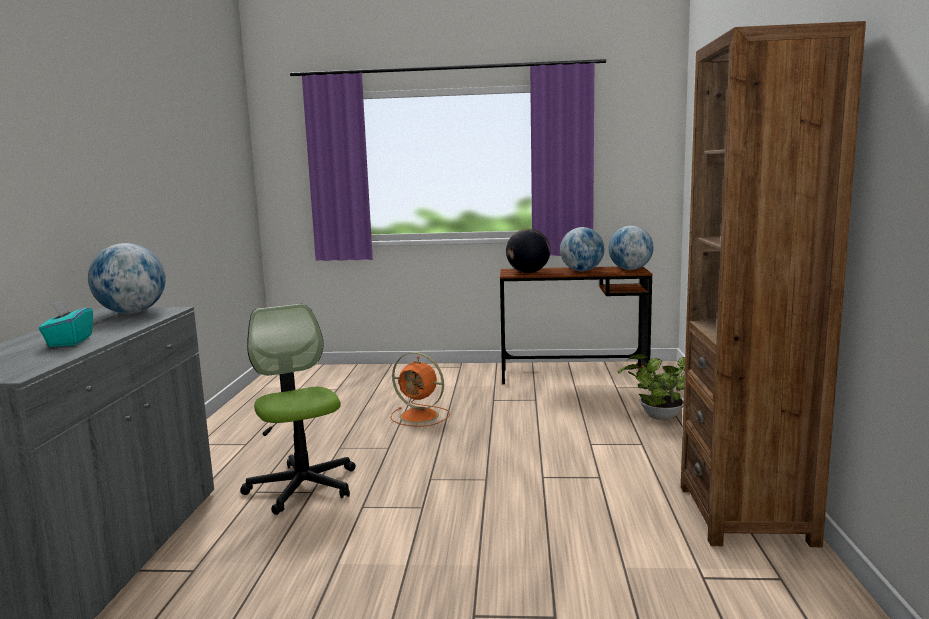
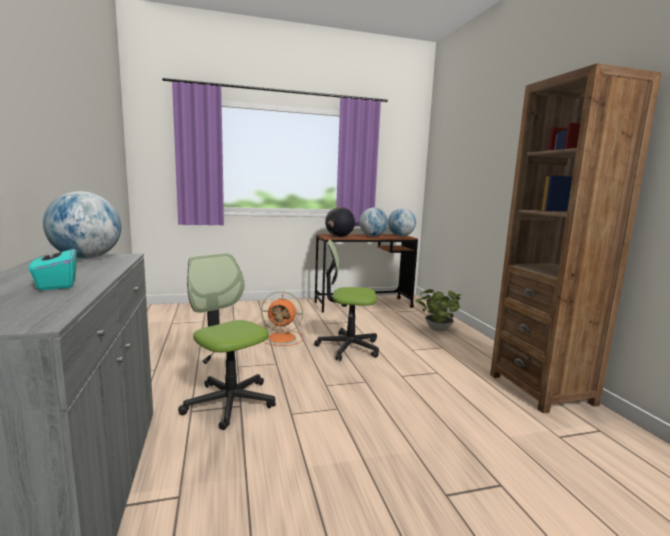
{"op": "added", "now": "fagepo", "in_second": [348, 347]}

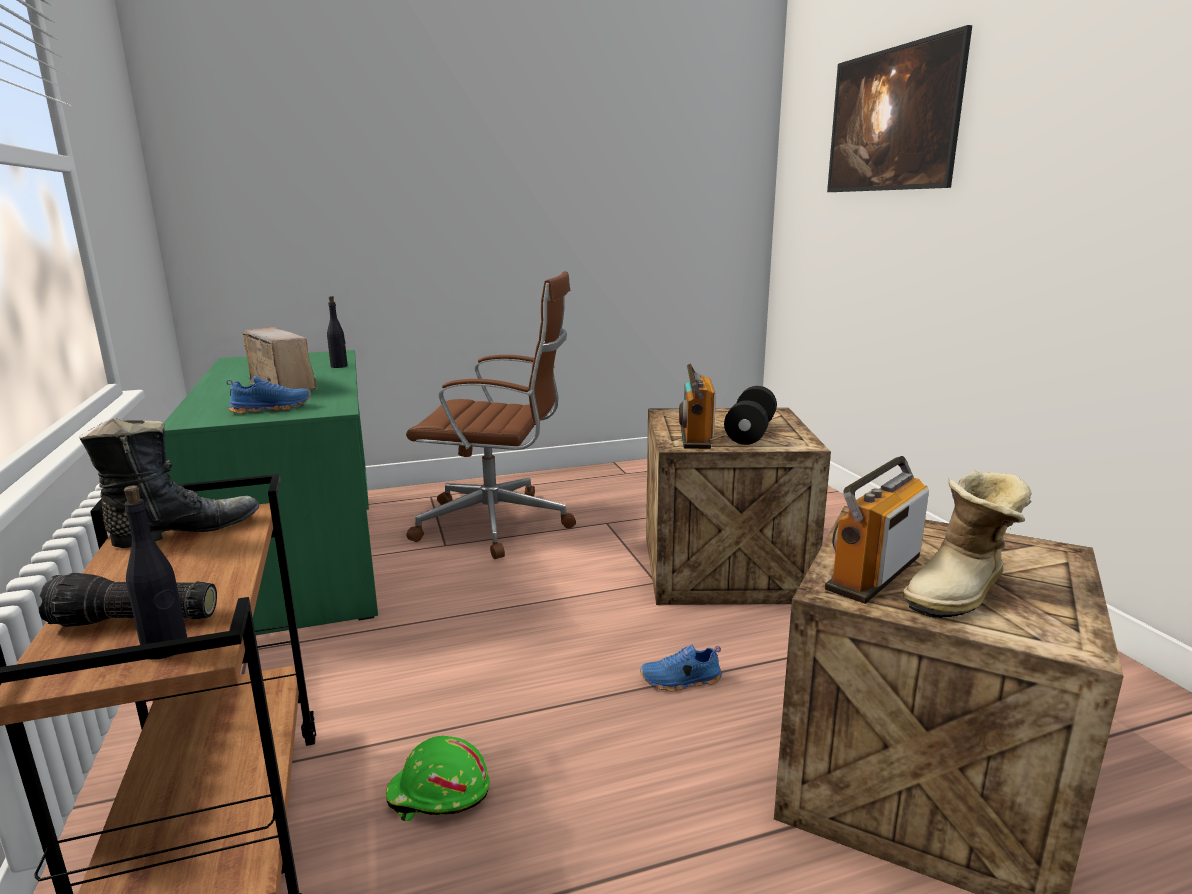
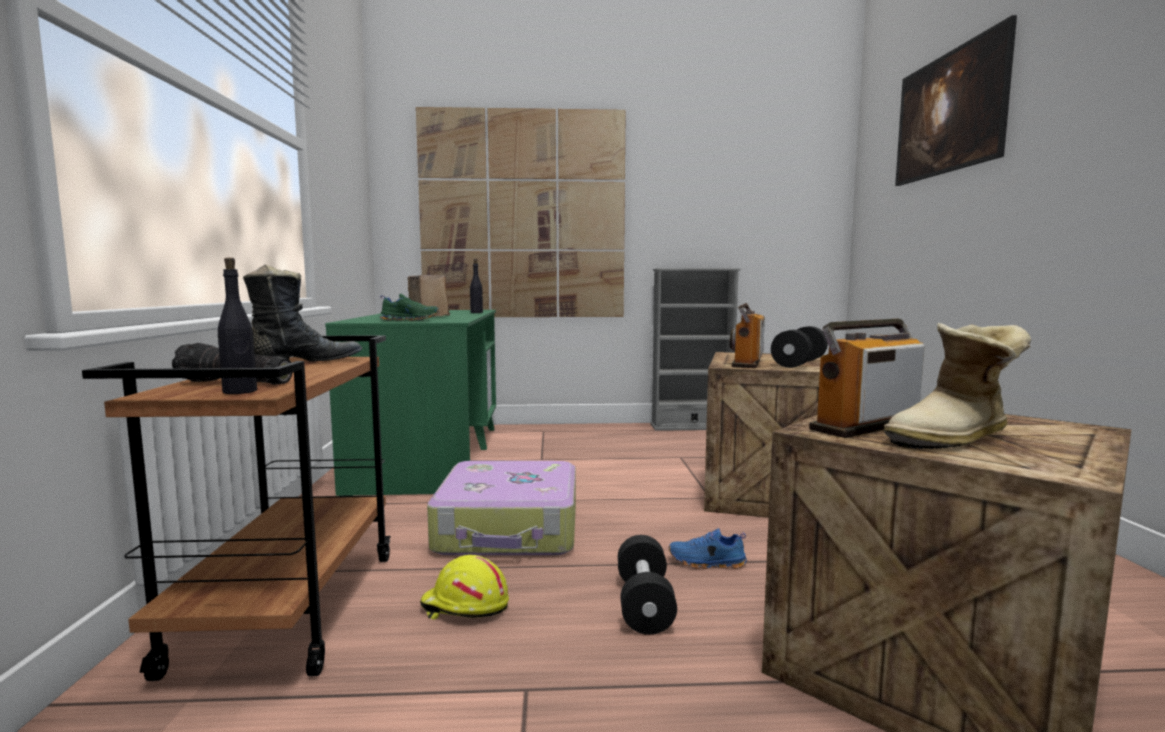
{"op": "recoloured", "was": "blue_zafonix", "now": "green_zafonix", "in_first": [271, 408], "in_second": [410, 320]}
{"op": "added", "now": "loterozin", "in_second": [523, 215]}
{"op": "recoloured", "was": "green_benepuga", "now": "yellow_benepuga", "in_first": [438, 794], "in_second": [465, 606]}
{"op": "added", "now": "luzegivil", "in_second": [509, 529]}
{"op": "added", "now": "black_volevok", "in_second": [644, 604]}
{"op": "added", "now": "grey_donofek", "in_second": [691, 426]}
{"op": "removed", "was": "brown_fagepo", "in_first": [498, 524]}

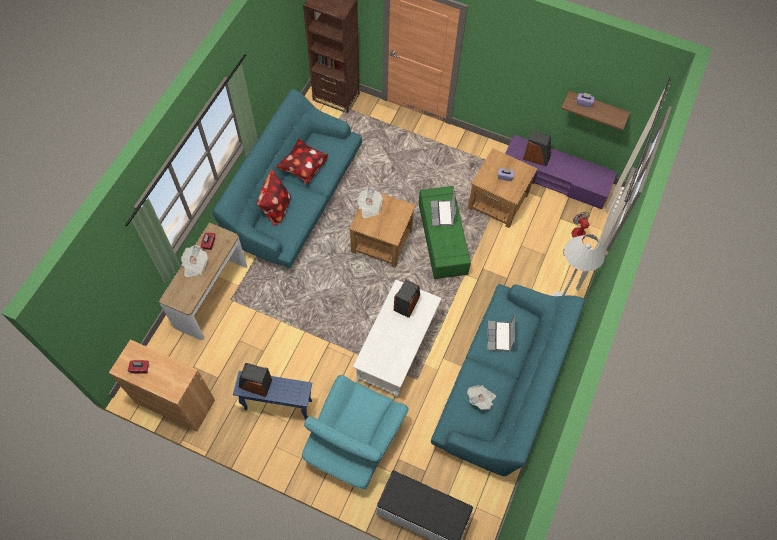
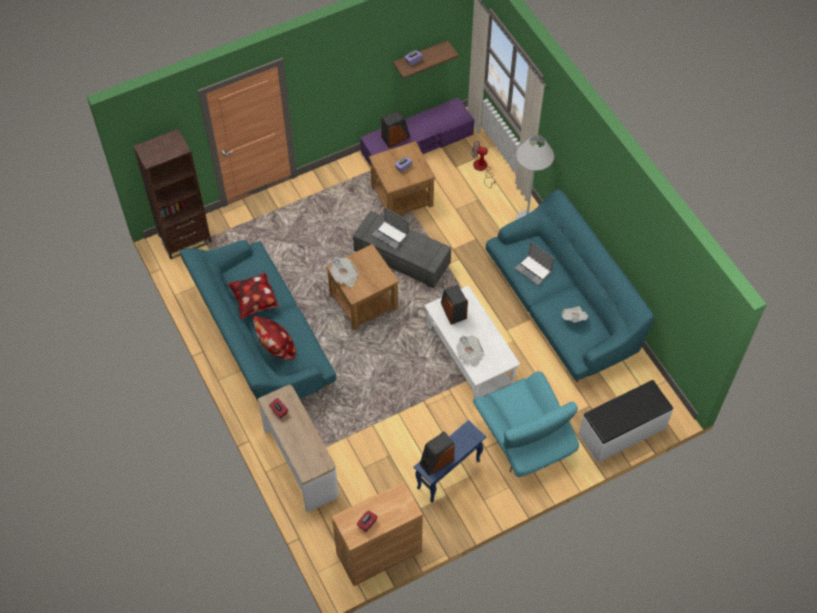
{"op": "recoloured", "was": "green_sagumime", "now": "grey_sagumime", "in_first": [442, 240], "in_second": [402, 258]}
{"op": "moved", "was": "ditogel", "in_first": [195, 265], "in_second": [470, 355]}

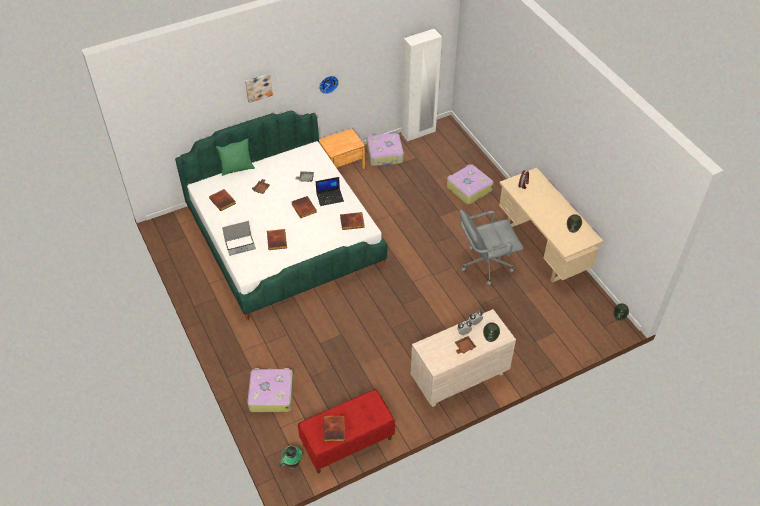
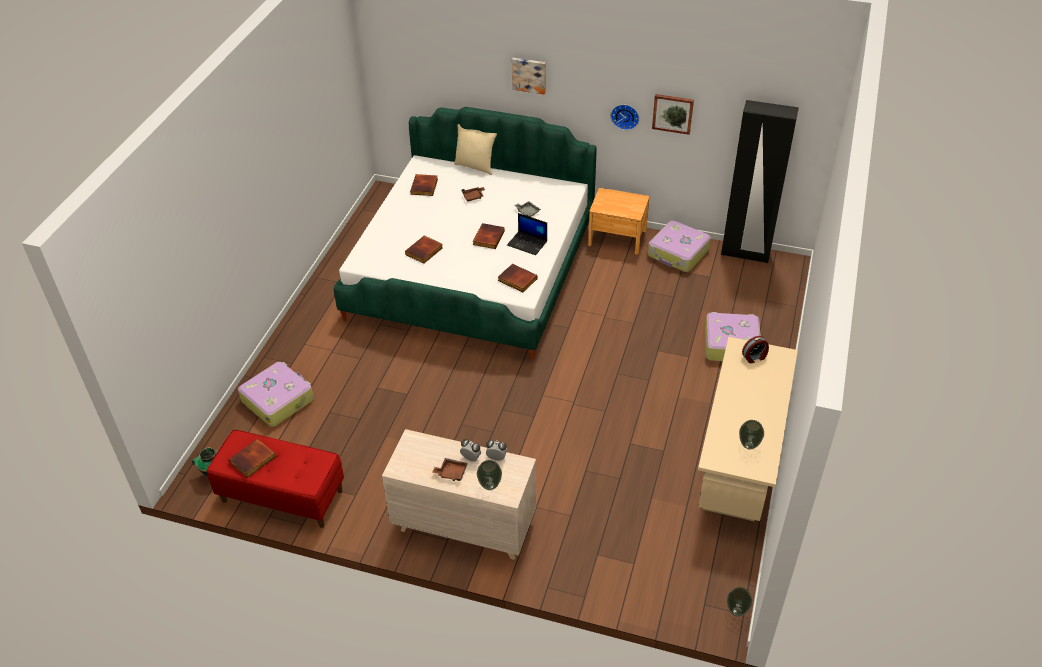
{"op": "recoloured", "was": "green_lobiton", "now": "beige_lobiton", "in_first": [237, 169], "in_second": [475, 166]}
{"op": "added", "now": "loterozin", "in_second": [673, 113]}
{"op": "recoloured", "was": "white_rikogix", "now": "black_rikogix", "in_first": [418, 133], "in_second": [745, 253]}
{"op": "removed", "was": "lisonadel", "in_first": [240, 245]}
{"op": "removed", "was": "grey_fagepo", "in_first": [485, 264]}

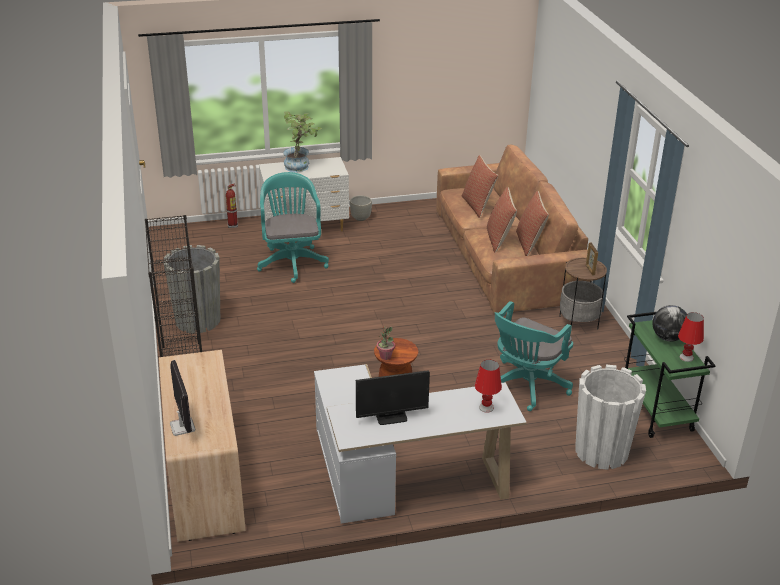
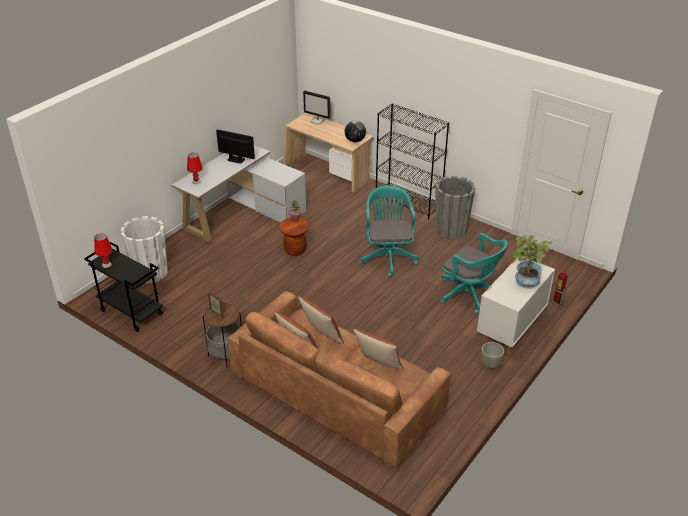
{"op": "recoloured", "was": "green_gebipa", "now": "black_gebipa", "in_first": [656, 411], "in_second": [130, 312]}
{"op": "turned", "was": "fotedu", "in_first": [391, 417], "in_second": [236, 159], "clockwise": 75}
{"op": "moved", "was": "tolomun", "in_first": [668, 338], "in_second": [355, 140]}
{"op": "moved", "was": "turquoise_fagepo", "in_first": [526, 387], "in_second": [388, 256]}

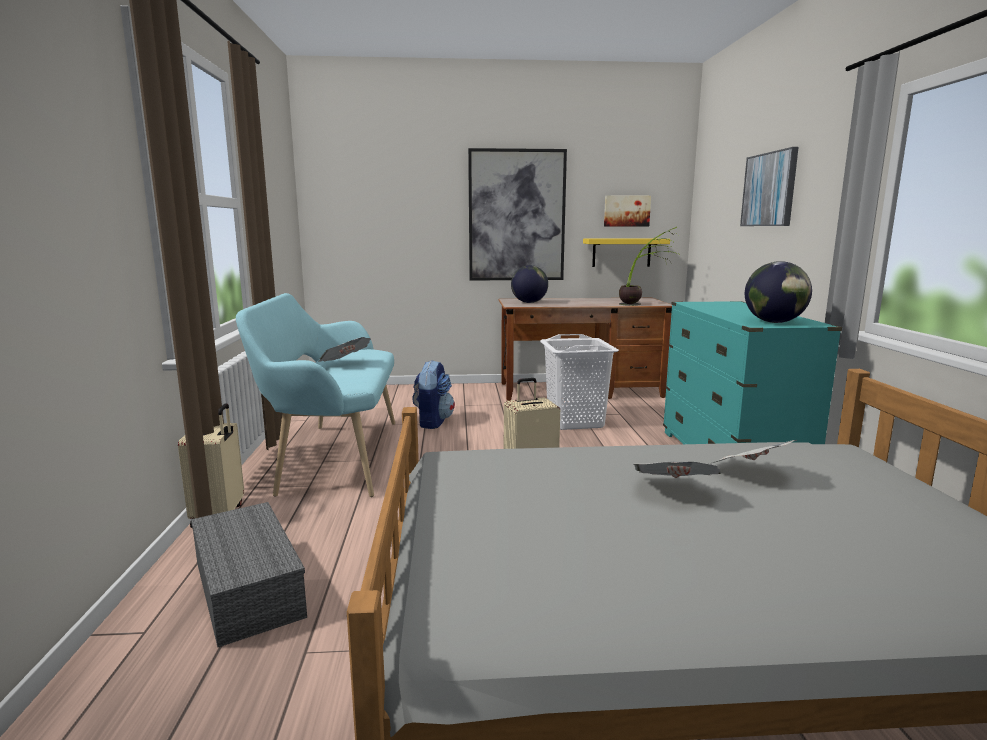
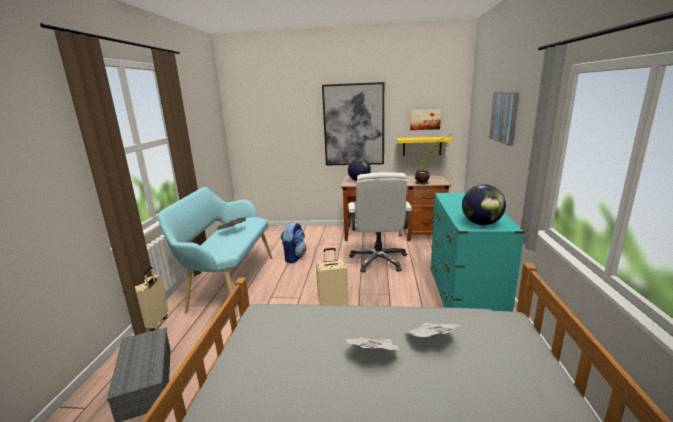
{"op": "replaced", "was": "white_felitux", "now": "white_fagepo", "in_first": [575, 422], "in_second": [379, 260]}

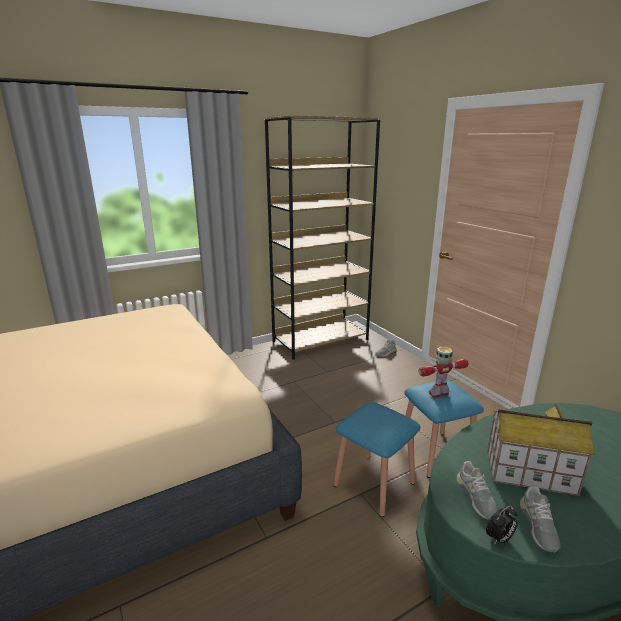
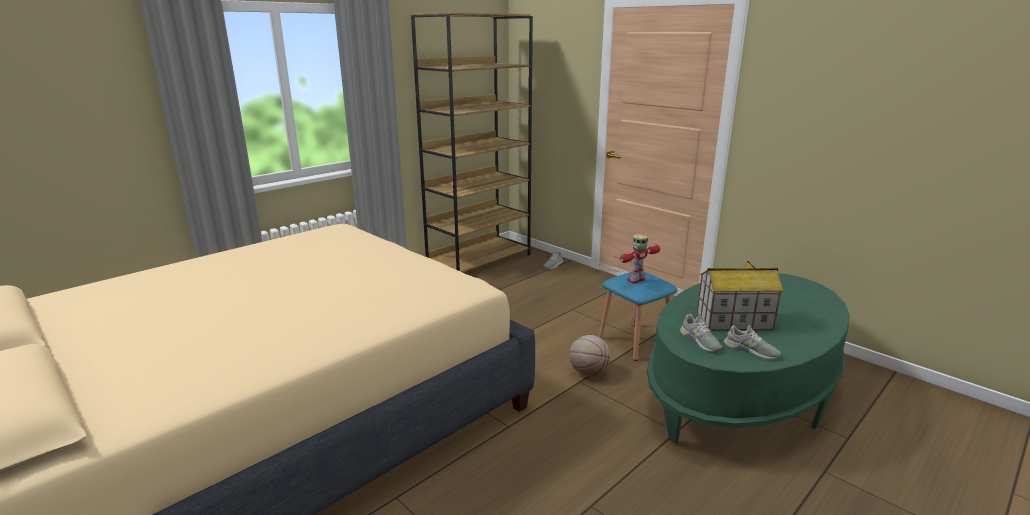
{"op": "replaced", "was": "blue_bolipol", "now": "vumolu", "in_first": [374, 484], "in_second": [589, 372]}
{"op": "turned", "was": "grey_zafonix", "in_first": [538, 526], "in_second": [751, 350], "clockwise": -45}
{"op": "removed", "was": "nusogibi", "in_first": [499, 539]}

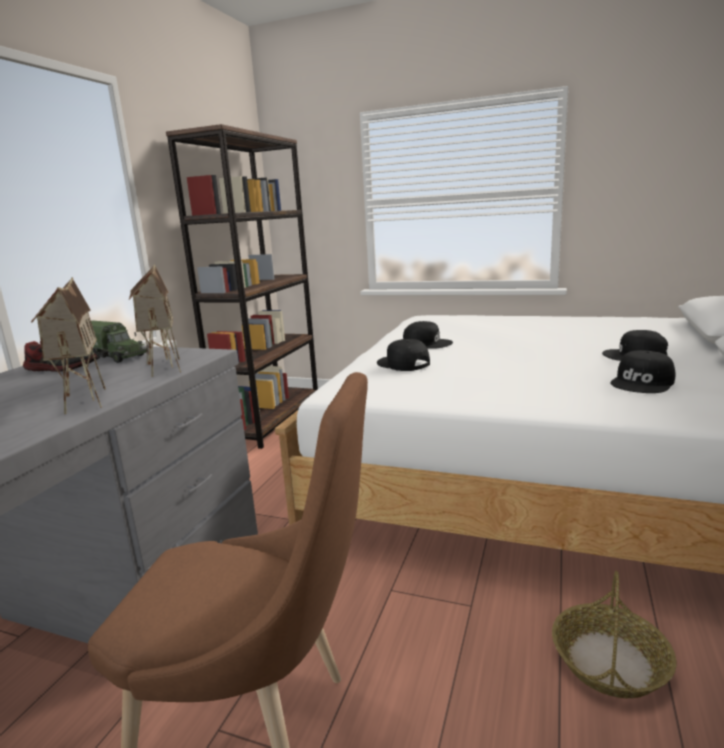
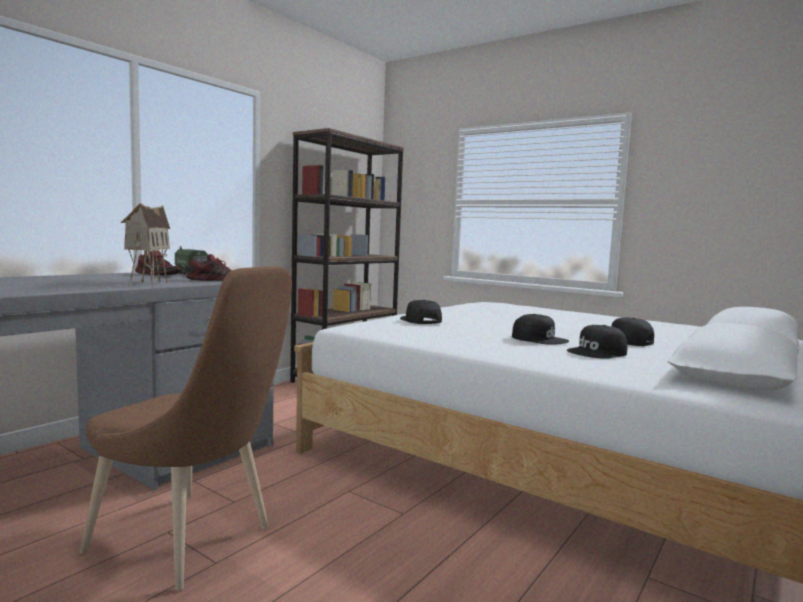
{"op": "replaced", "was": "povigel", "now": "zafonix", "in_first": [161, 367], "in_second": [216, 280]}
{"op": "moved", "was": "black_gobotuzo", "in_first": [427, 343], "in_second": [539, 339]}
{"op": "removed", "was": "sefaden", "in_first": [609, 661]}

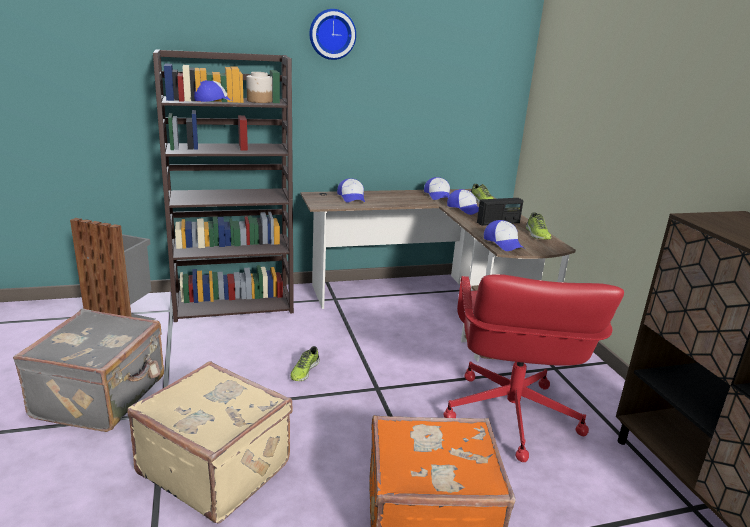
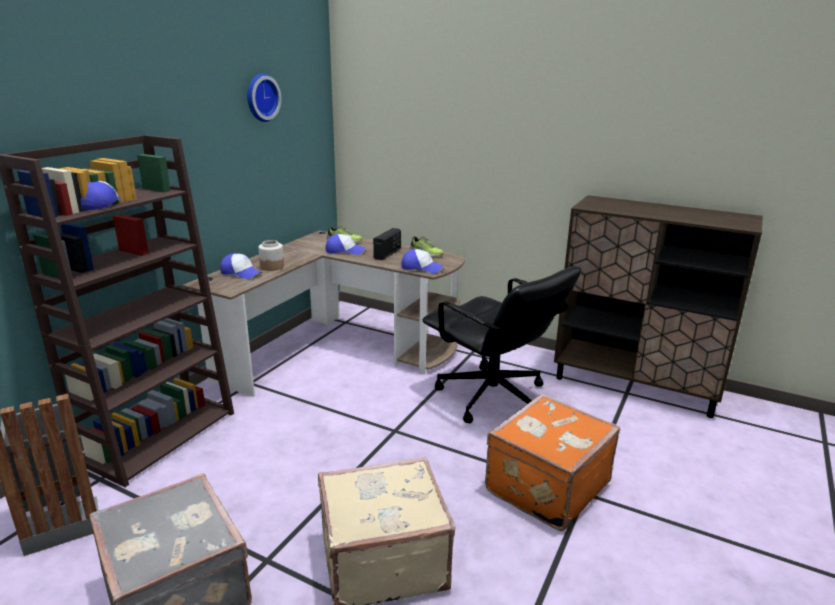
{"op": "moved", "was": "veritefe", "in_first": [332, 34], "in_second": [260, 97]}
{"op": "moved", "was": "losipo", "in_first": [260, 101], "in_second": [272, 266]}
{"op": "recoloured", "was": "red_fagepo", "now": "black_fagepo", "in_first": [510, 416], "in_second": [492, 398]}
{"op": "removed", "was": "zafonix", "in_first": [304, 371]}
{"op": "removed", "was": "gobotuzo", "in_first": [438, 195]}

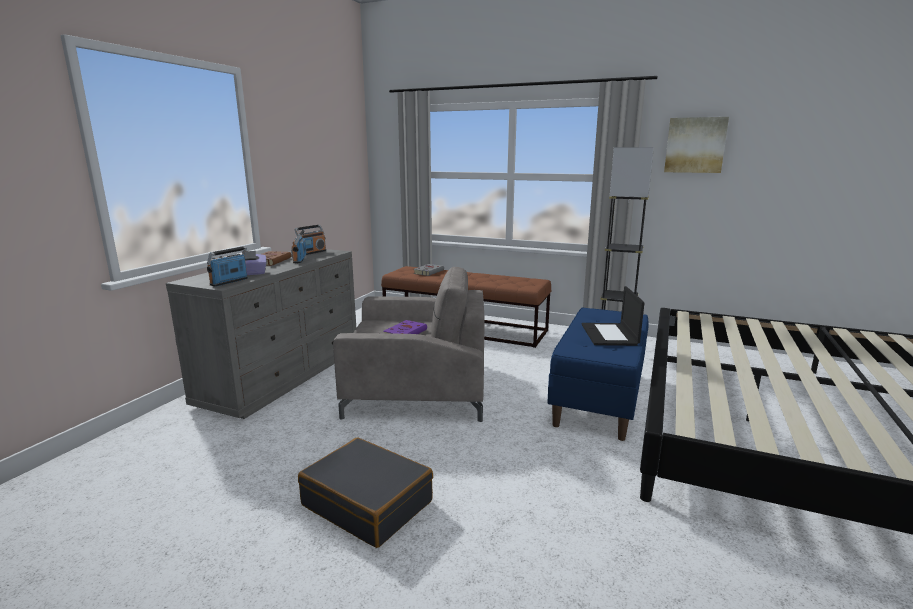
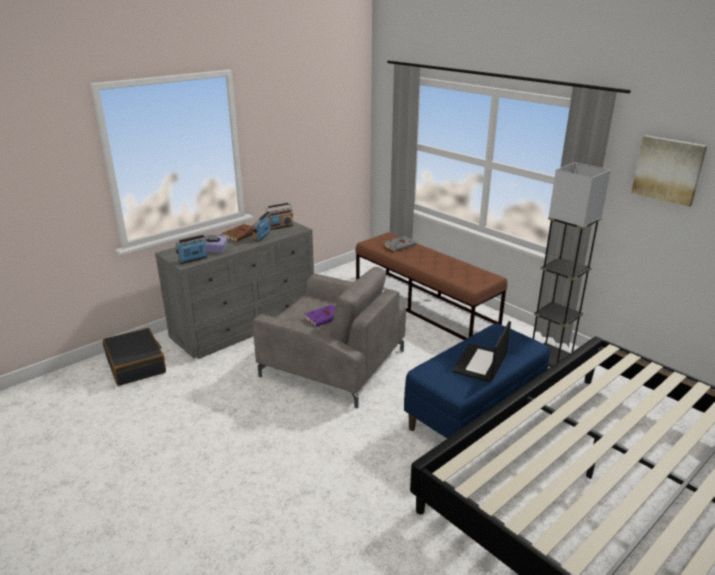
{"op": "moved", "was": "black_luzegivil", "in_first": [368, 503], "in_second": [136, 365]}

